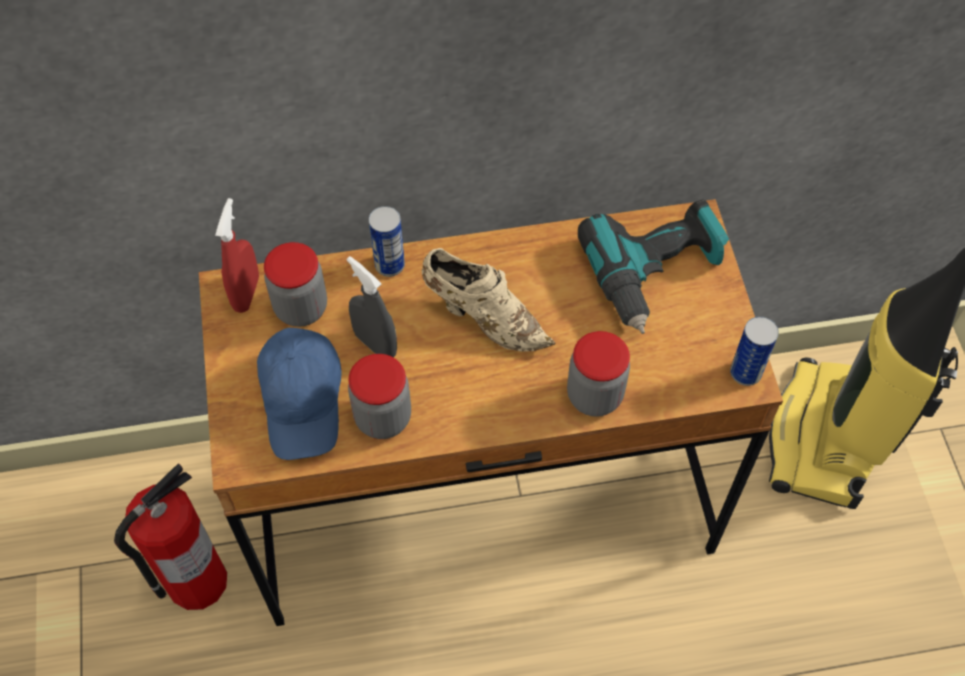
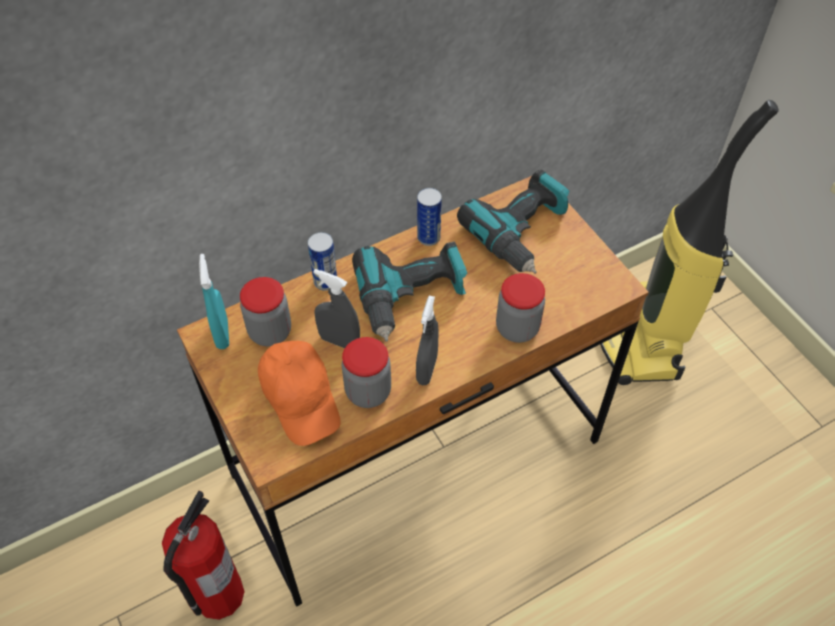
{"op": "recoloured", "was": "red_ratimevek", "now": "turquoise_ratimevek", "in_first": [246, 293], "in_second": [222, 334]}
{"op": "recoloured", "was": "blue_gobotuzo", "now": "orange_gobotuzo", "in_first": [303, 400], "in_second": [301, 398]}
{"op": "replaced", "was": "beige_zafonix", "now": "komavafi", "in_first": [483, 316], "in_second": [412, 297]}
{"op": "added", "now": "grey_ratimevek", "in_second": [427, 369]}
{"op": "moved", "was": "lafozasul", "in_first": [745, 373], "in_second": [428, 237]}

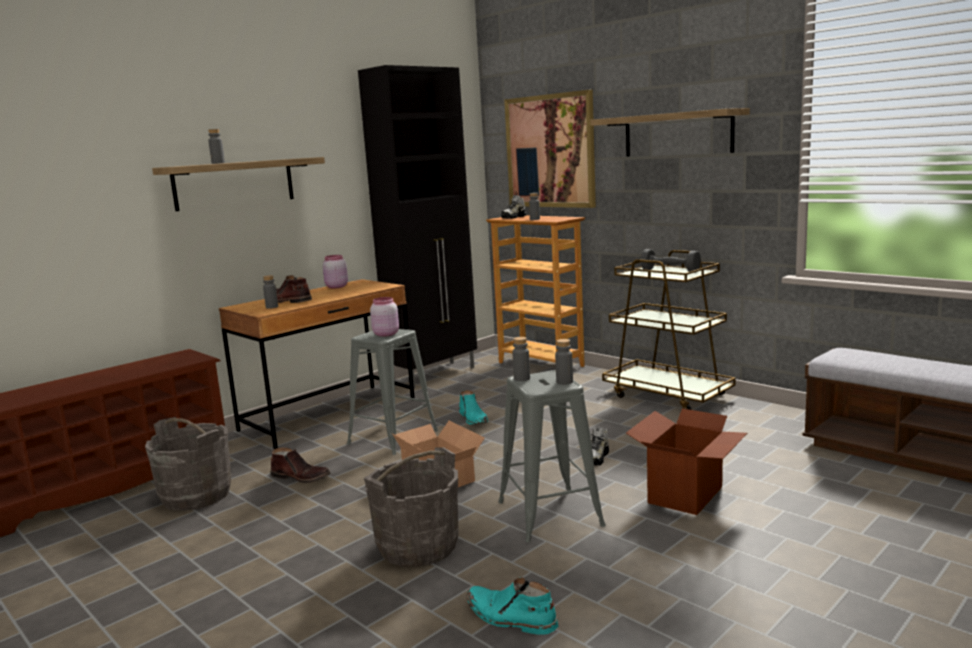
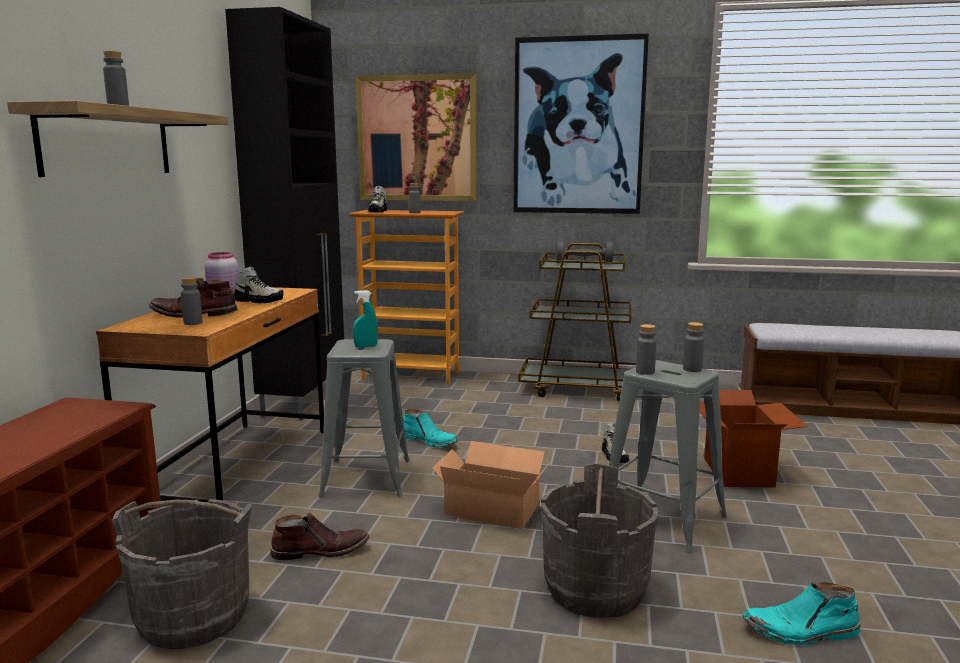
{"op": "added", "now": "zafonix", "in_second": [259, 301]}
{"op": "replaced", "was": "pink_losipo", "now": "turquoise_ratimevek", "in_first": [385, 334], "in_second": [366, 346]}
{"op": "replaced", "was": "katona", "now": "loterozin", "in_first": [677, 134], "in_second": [578, 126]}

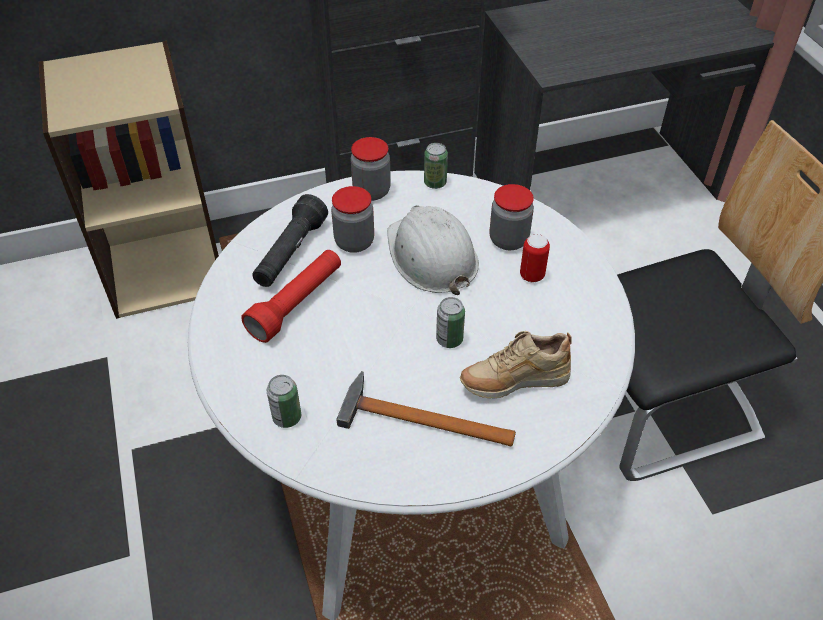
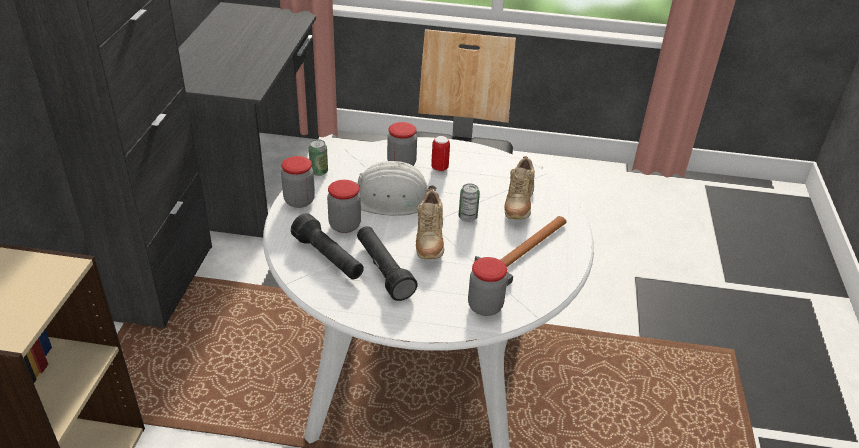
{"op": "recoloured", "was": "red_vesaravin", "now": "black_vesaravin", "in_first": [297, 304], "in_second": [383, 270]}
{"op": "added", "now": "beige_zafonix", "in_second": [429, 243]}
{"op": "replaced", "was": "lafozasul", "now": "losipo", "in_first": [287, 417], "in_second": [485, 306]}

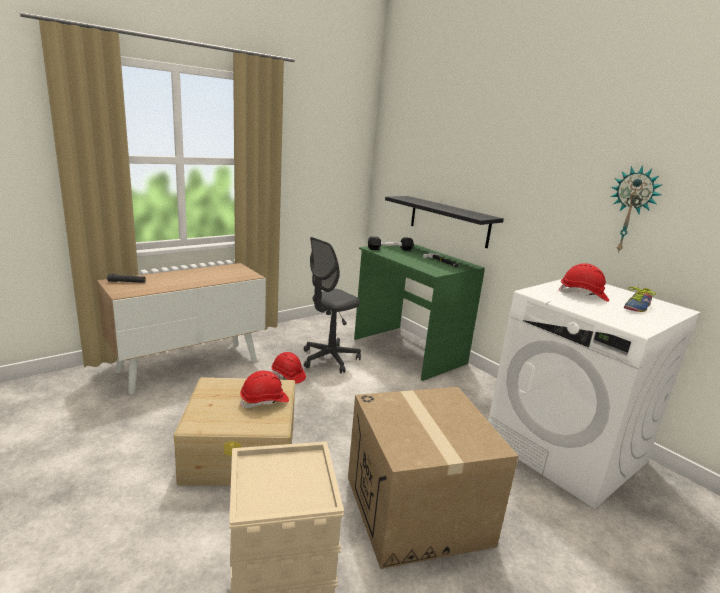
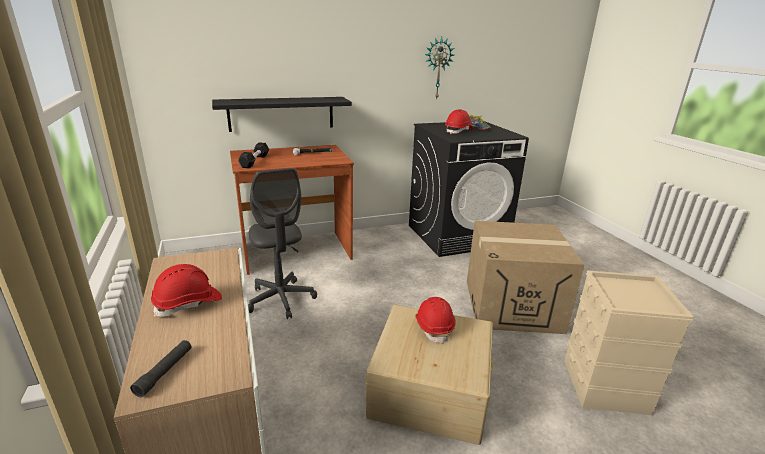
{"op": "moved", "was": "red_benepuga", "in_first": [288, 376], "in_second": [188, 303]}
{"op": "recoloured", "was": "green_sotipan", "now": "brown_sotipan", "in_first": [407, 351], "in_second": [296, 252]}
{"op": "recoloured", "was": "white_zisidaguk", "now": "black_zisidaguk", "in_first": [565, 450], "in_second": [457, 235]}

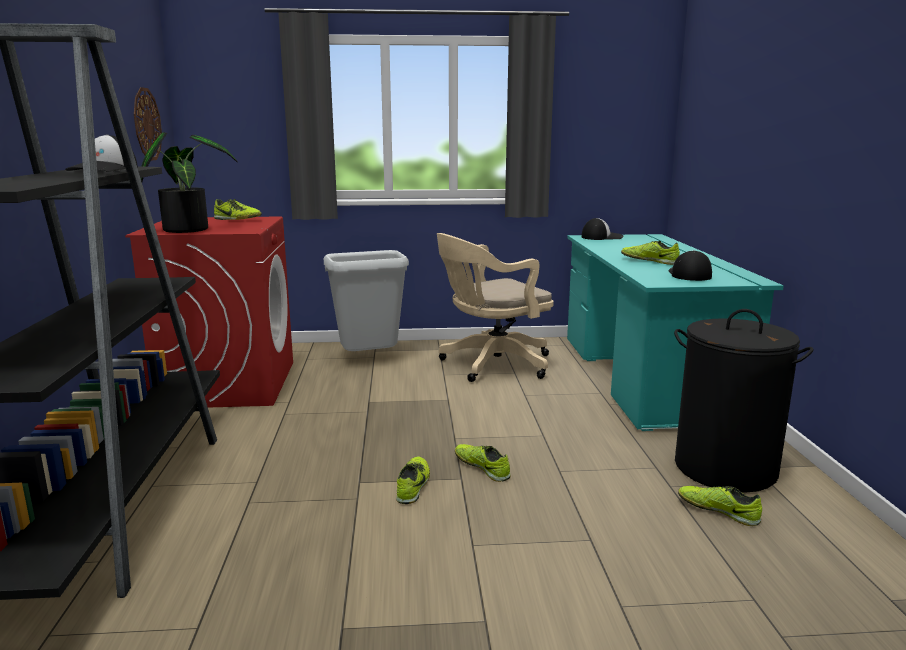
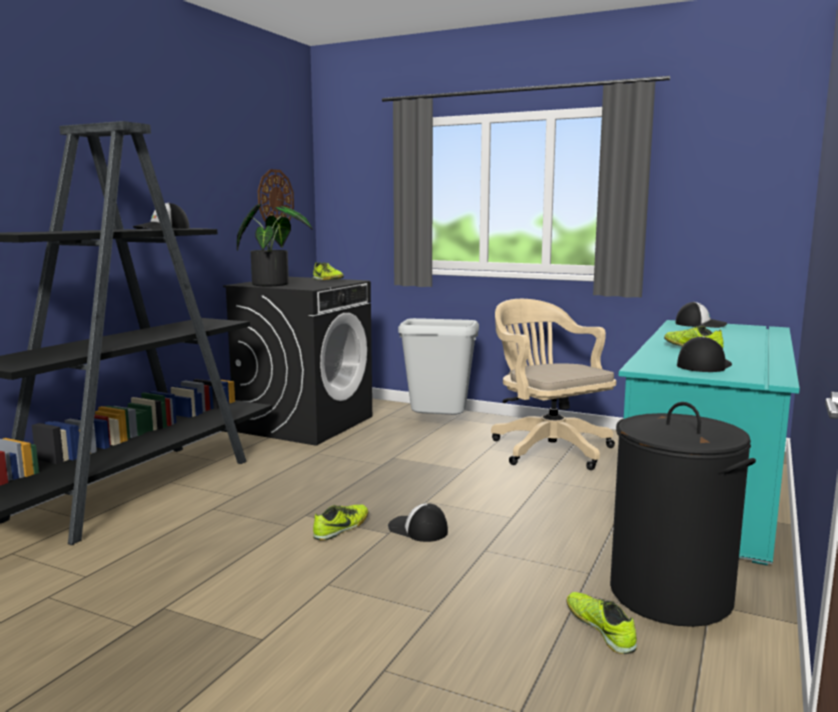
{"op": "recoloured", "was": "red_zisidaguk", "now": "black_zisidaguk", "in_first": [228, 384], "in_second": [305, 423]}
{"op": "replaced", "was": "zafonix", "now": "gobotuzo", "in_first": [482, 467], "in_second": [417, 529]}
{"op": "turned", "was": "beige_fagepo", "in_first": [491, 365], "in_second": [547, 448], "clockwise": 60}

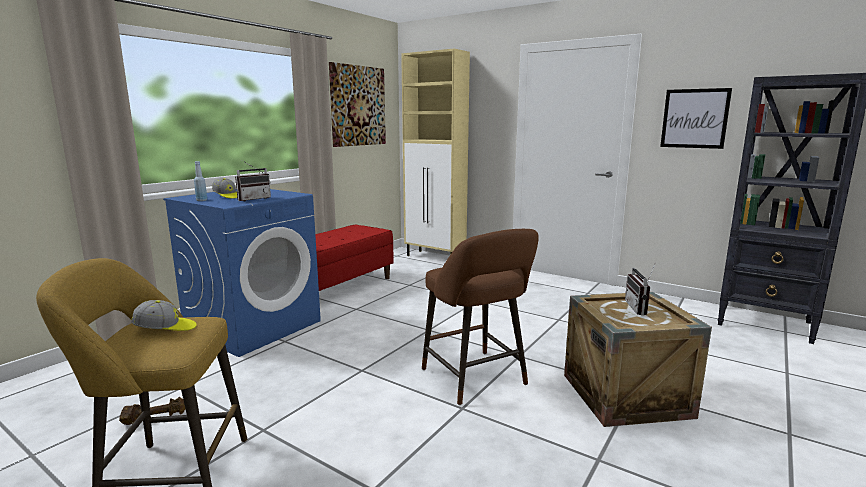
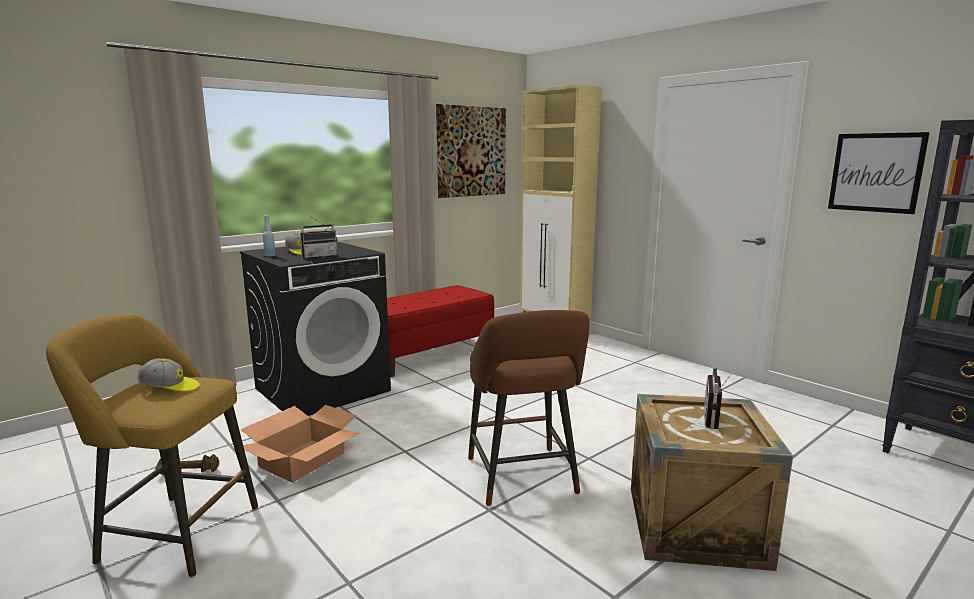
{"op": "recoloured", "was": "blue_zisidaguk", "now": "black_zisidaguk", "in_first": [254, 326], "in_second": [323, 389]}
{"op": "added", "now": "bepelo", "in_second": [302, 460]}

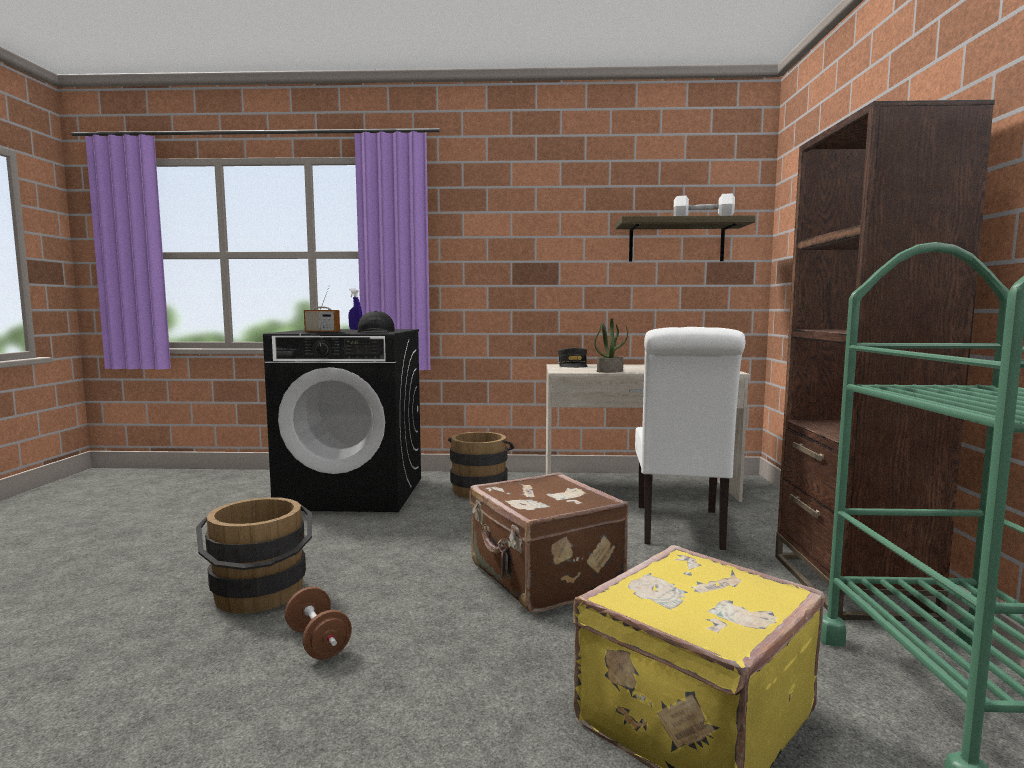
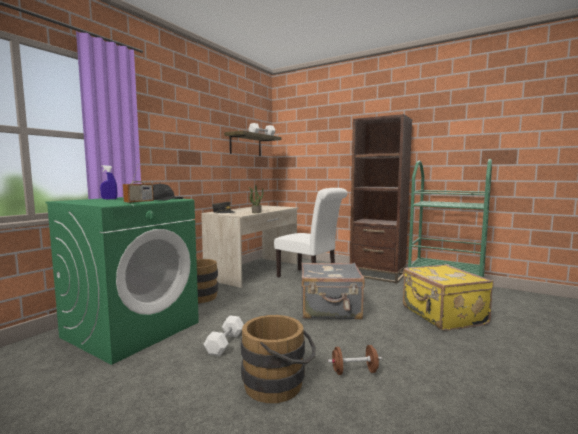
{"op": "recoloured", "was": "black_zisidaguk", "now": "green_zisidaguk", "in_first": [354, 493], "in_second": [132, 329]}
{"op": "added", "now": "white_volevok", "in_second": [225, 343]}
{"op": "recoloured", "was": "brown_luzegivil", "now": "grey_luzegivil", "in_first": [543, 578], "in_second": [330, 310]}

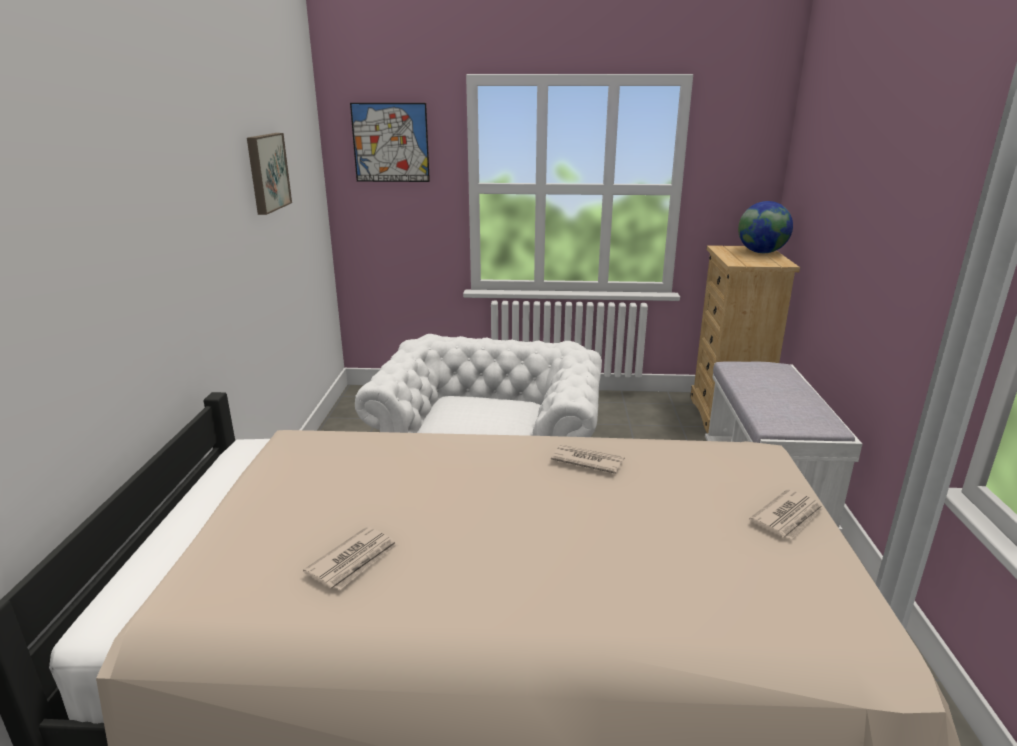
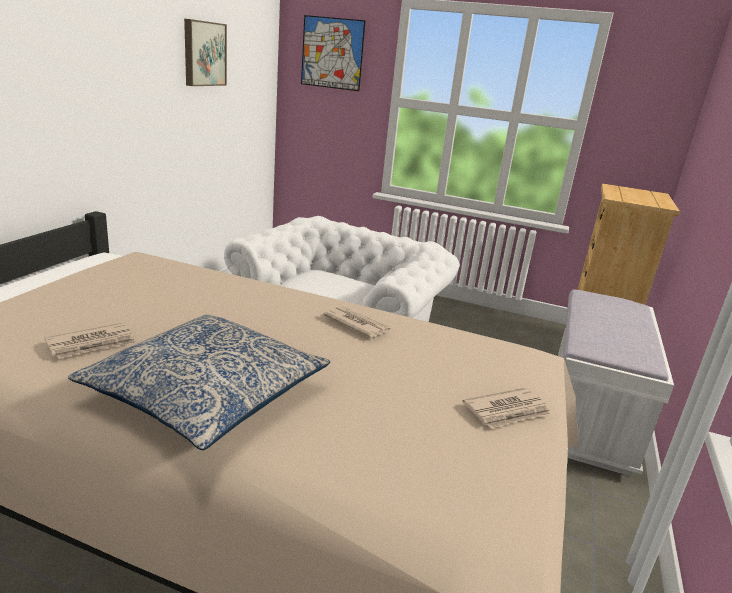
{"op": "added", "now": "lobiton", "in_second": [206, 394]}
{"op": "removed", "was": "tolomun", "in_first": [761, 252]}

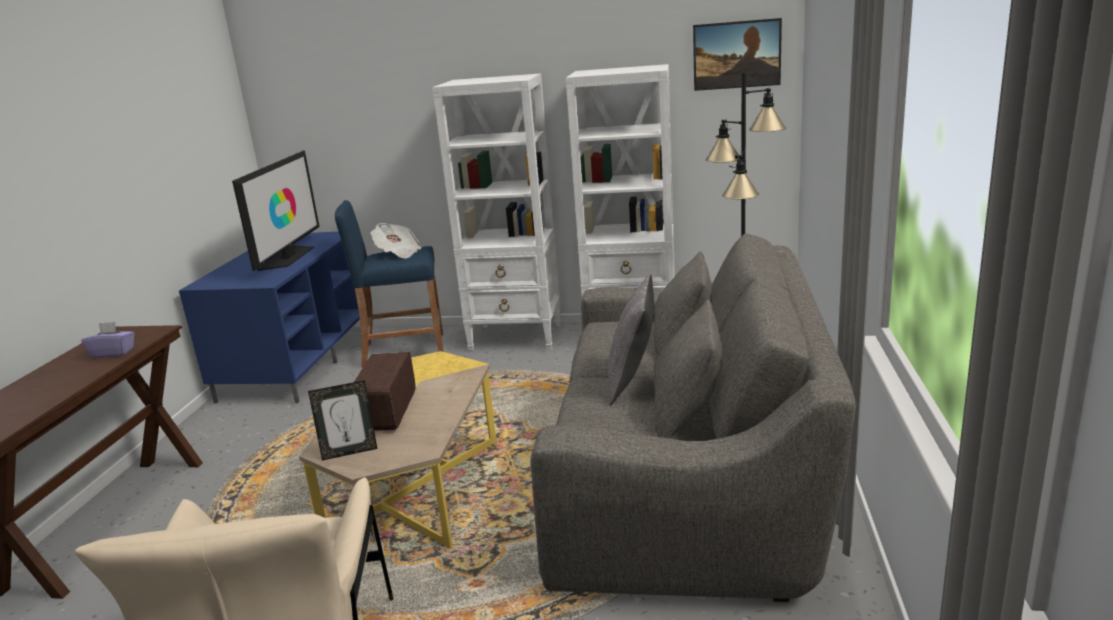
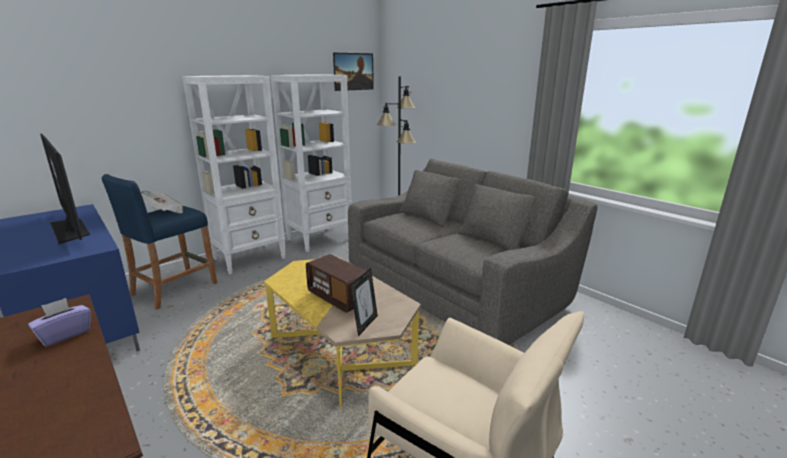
{"op": "removed", "was": "grey_lobiton", "in_first": [633, 380]}

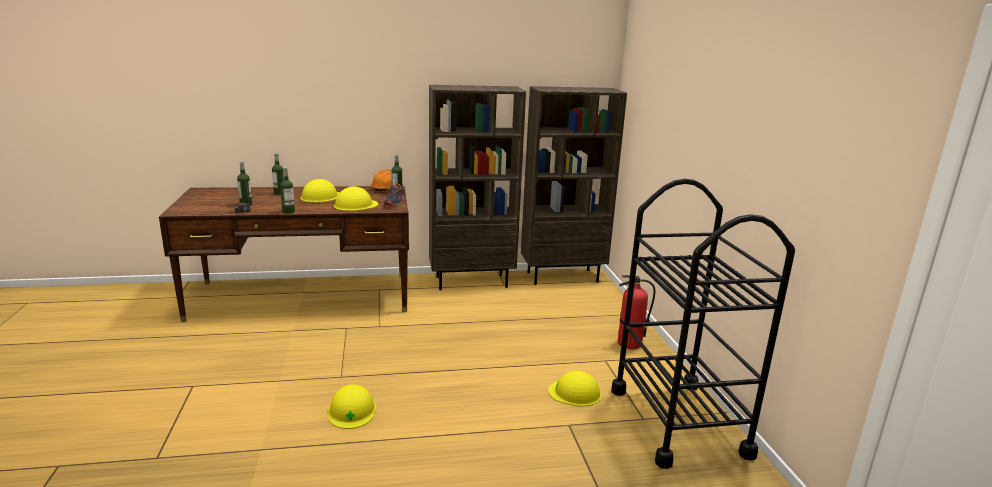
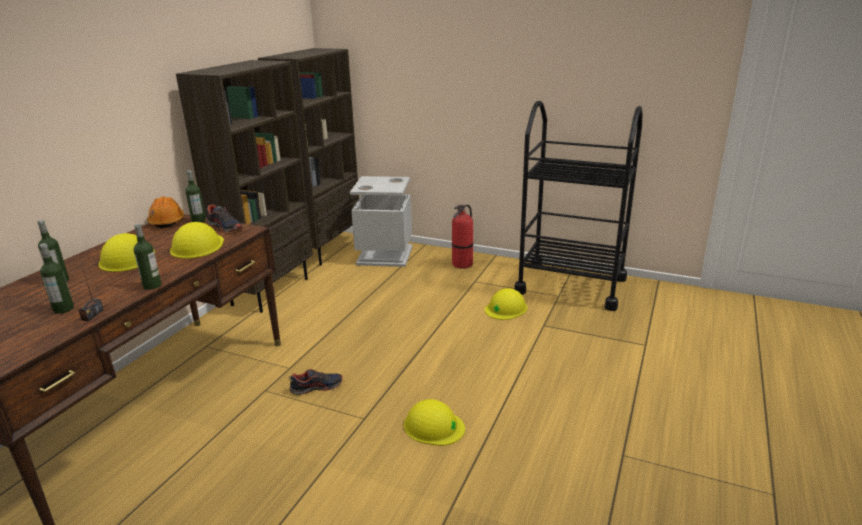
{"op": "added", "now": "zafonix", "in_second": [316, 387]}
{"op": "added", "now": "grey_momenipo", "in_second": [385, 255]}

